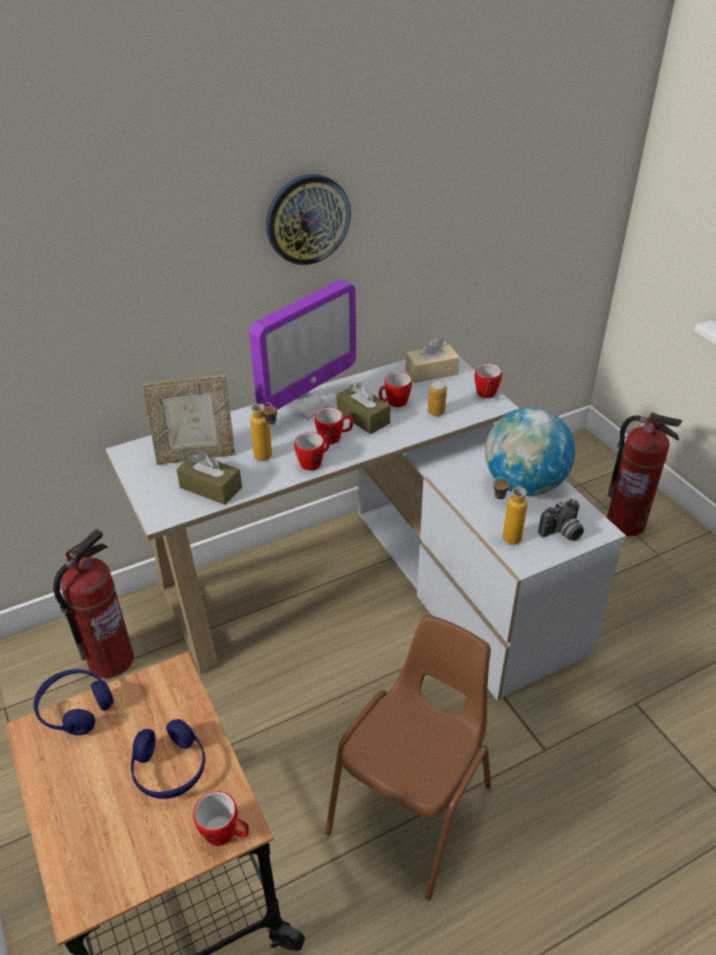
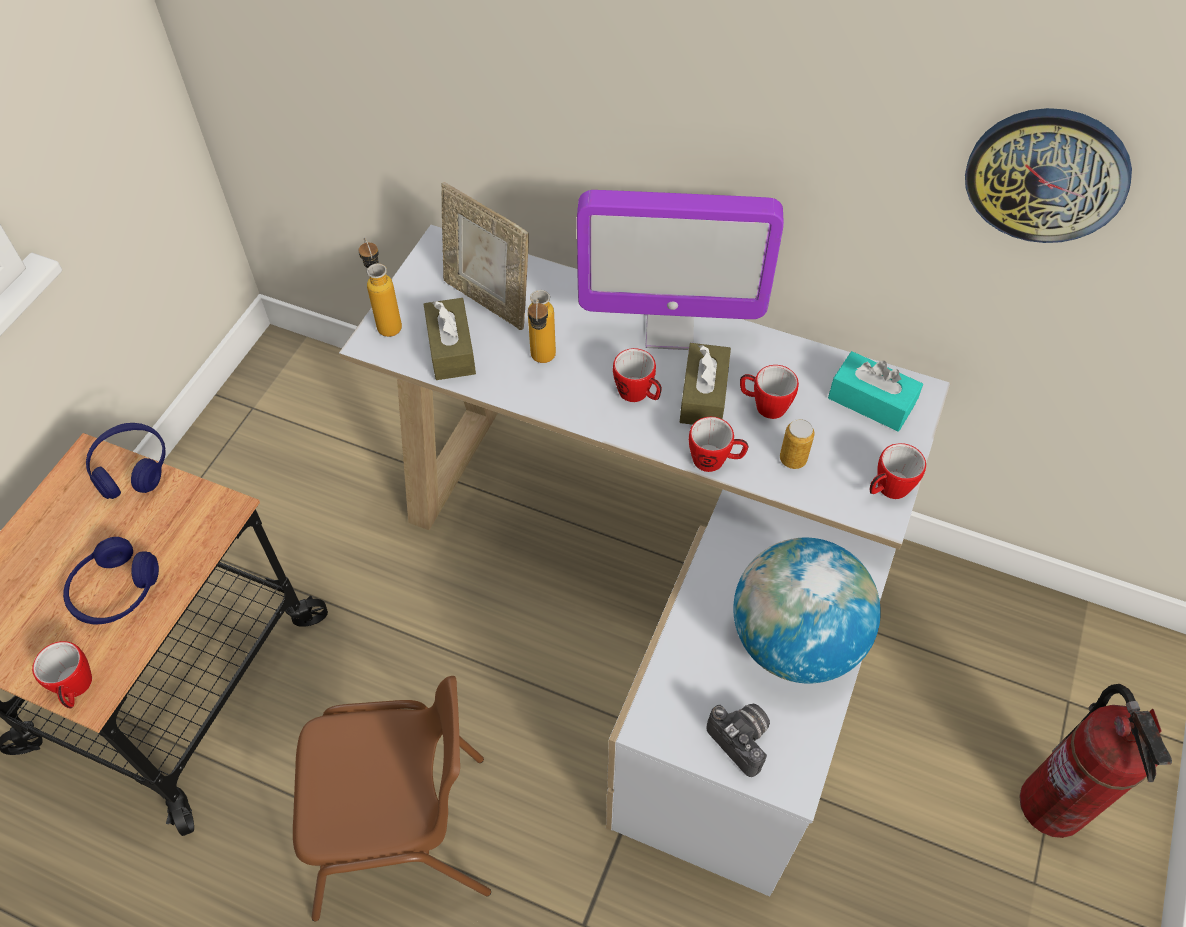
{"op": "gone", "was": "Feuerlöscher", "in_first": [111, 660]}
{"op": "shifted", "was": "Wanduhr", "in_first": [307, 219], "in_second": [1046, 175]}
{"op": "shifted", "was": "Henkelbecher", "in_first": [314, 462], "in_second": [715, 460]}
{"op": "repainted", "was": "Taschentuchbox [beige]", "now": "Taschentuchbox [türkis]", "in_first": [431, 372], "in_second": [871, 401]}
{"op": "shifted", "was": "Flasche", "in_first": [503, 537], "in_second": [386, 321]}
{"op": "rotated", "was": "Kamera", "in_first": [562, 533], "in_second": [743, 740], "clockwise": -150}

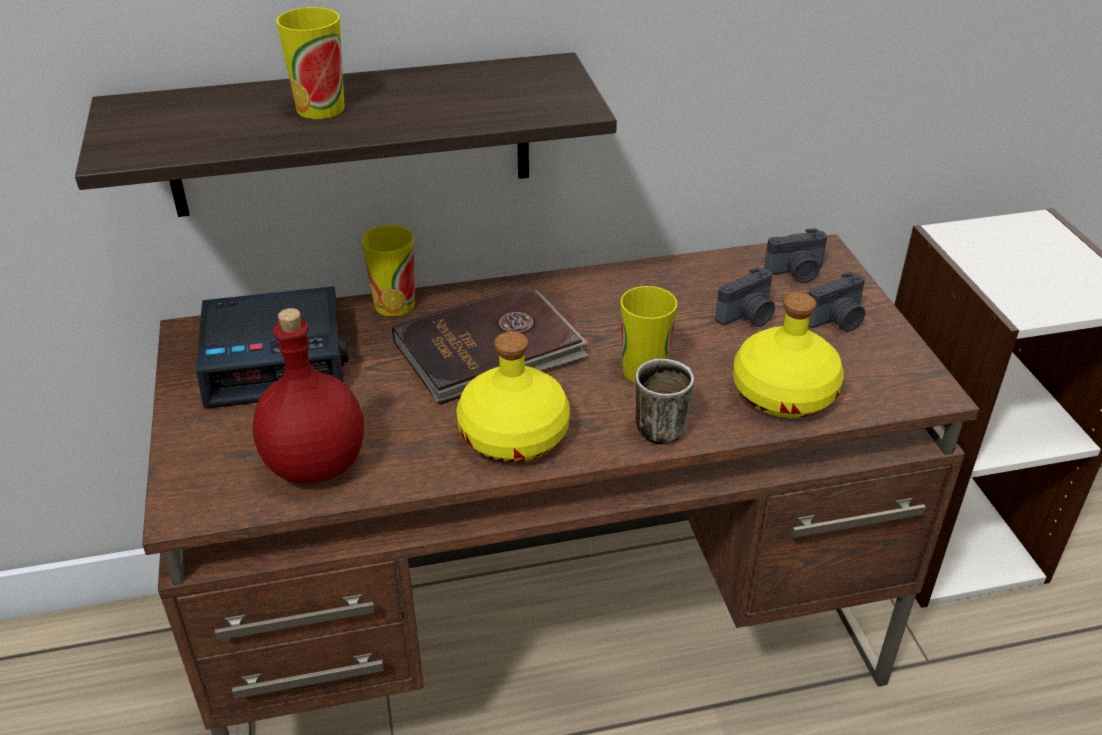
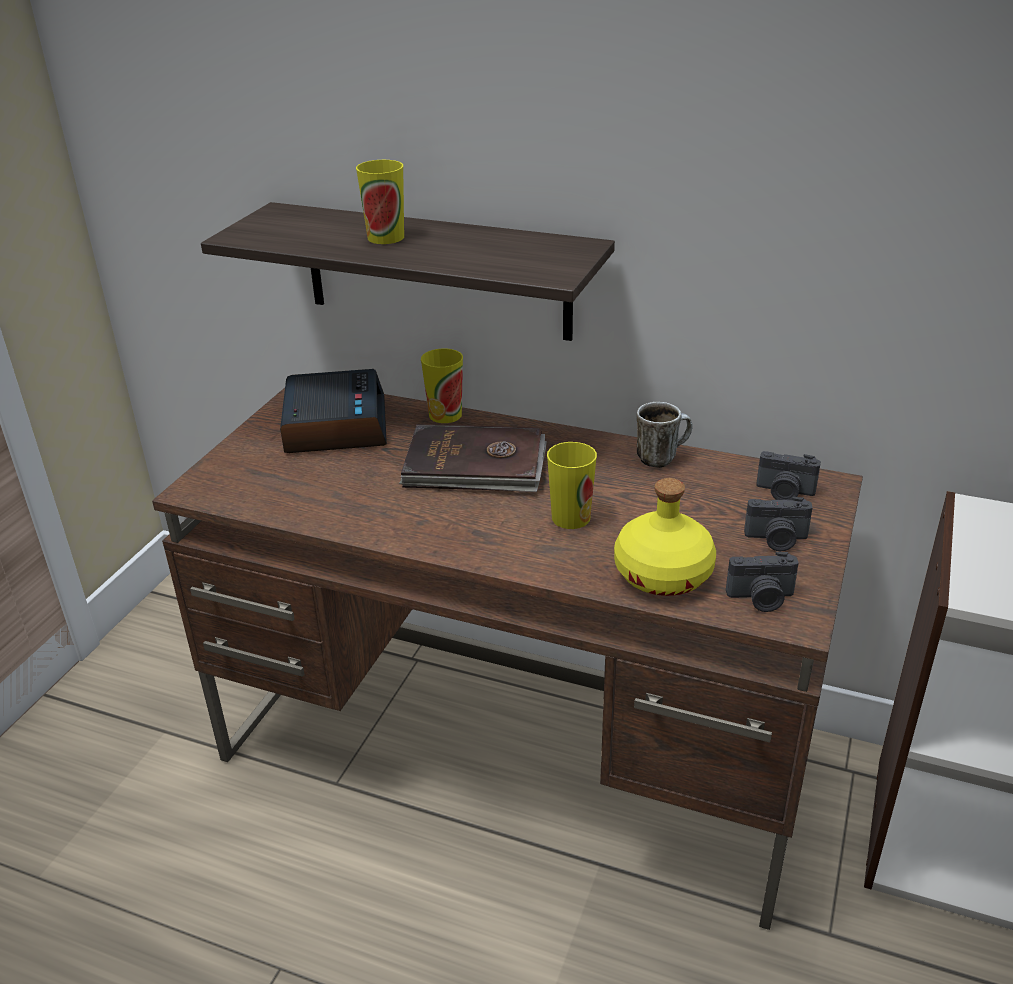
{"op": "rotated", "was": "Wecker", "in_first": [277, 360], "in_second": [334, 424], "clockwise": -120}
{"op": "gone", "was": "Flasche [rot]", "in_first": [317, 464]}
{"op": "gone", "was": "Flasche [gelb]", "in_first": [514, 436]}
{"op": "shifted", "was": "Henkelbecher", "in_first": [663, 425], "in_second": [661, 457]}
{"op": "shifted", "was": "Kamera", "in_first": [748, 317], "in_second": [761, 599]}

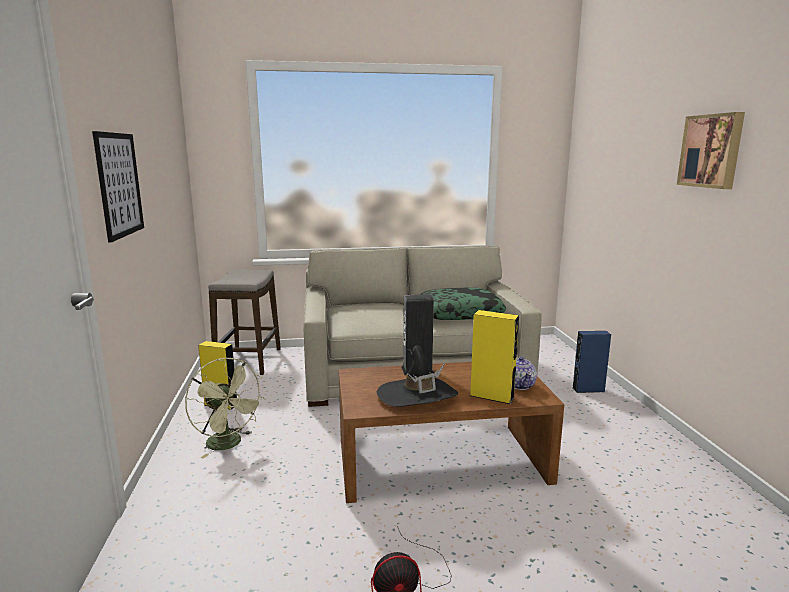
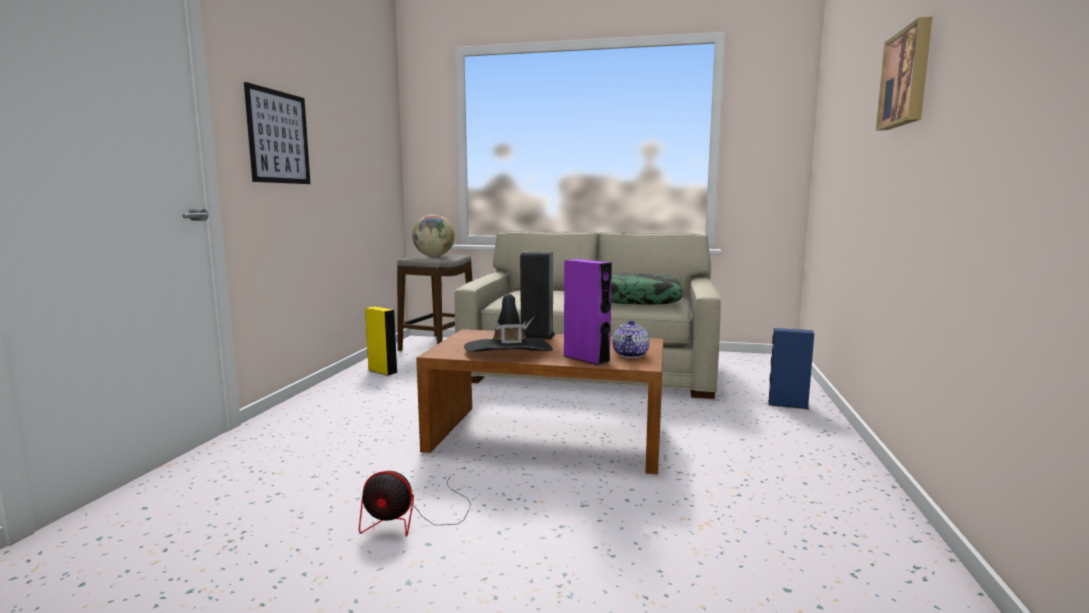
{"op": "gone", "was": "Ventilator [grün]", "in_first": [229, 444]}
{"op": "repainted", "was": "Lautsprecher [gelb]", "now": "Lautsprecher [lila]", "in_first": [491, 396], "in_second": [586, 358]}
{"op": "new", "now": "Globus", "in_second": [433, 256]}

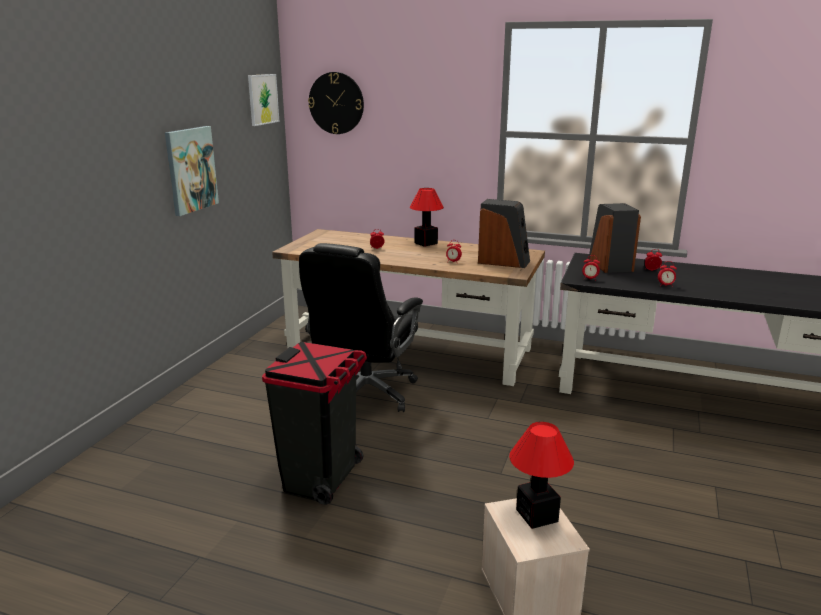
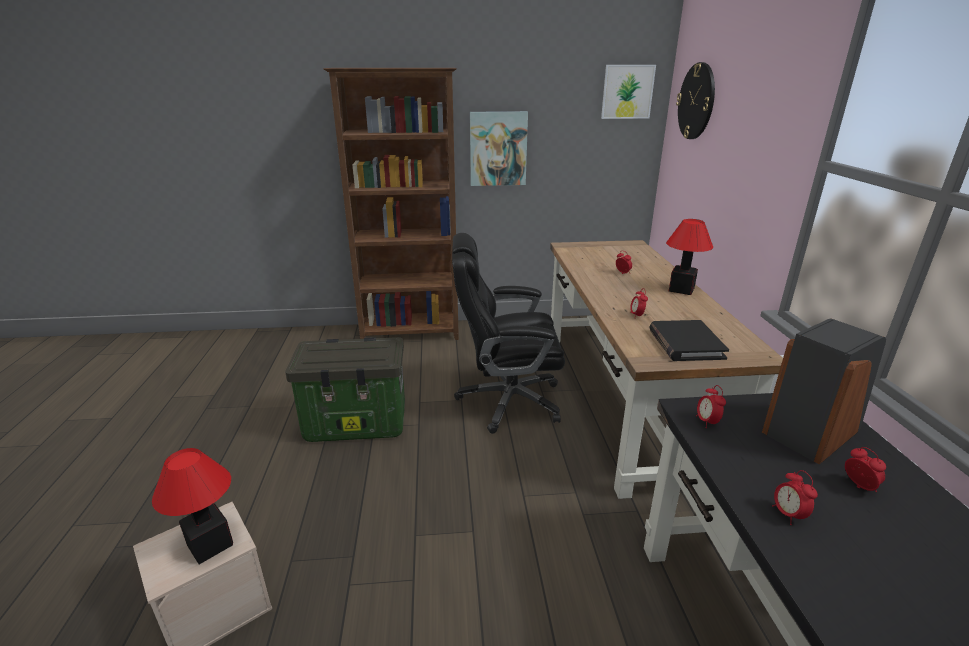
{"op": "swapped", "was": "Mülleimer [schwarz]", "now": "Aufbewahrungsbox", "in_first": [321, 478], "in_second": [358, 423]}
{"op": "swapped", "was": "Lautsprecher", "now": "Buch [schwarz]", "in_first": [503, 262], "in_second": [685, 344]}
{"op": "new", "now": "Bücherregal [braun]", "in_second": [411, 333]}

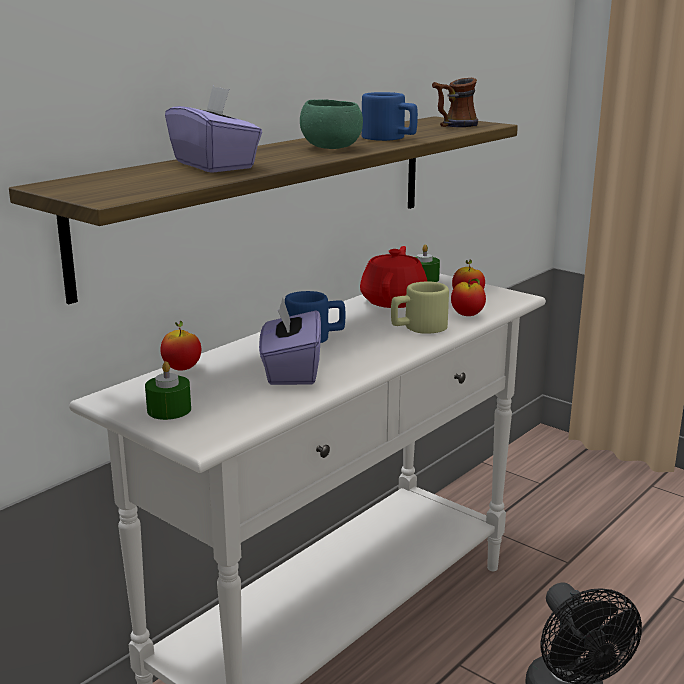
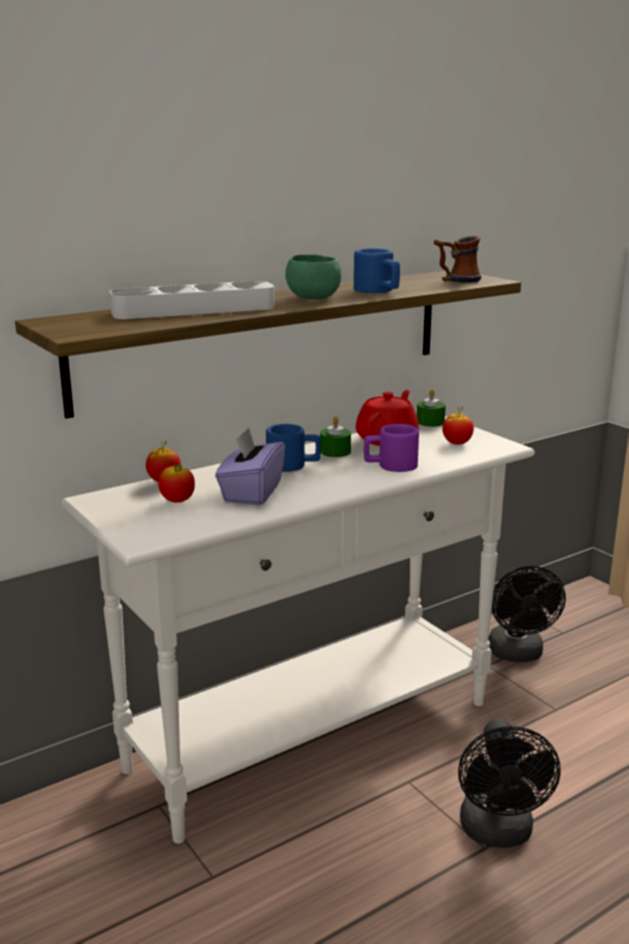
{"op": "shifted", "was": "Kerze [grün]", "in_first": [169, 410], "in_second": [335, 451]}
{"op": "swapped", "was": "Taschentuchbox [lila]", "now": "Tablett [grau]", "in_first": [215, 165], "in_second": [193, 310]}
{"op": "repainted", "was": "Henkelbecher [beige]", "now": "Henkelbecher [lila]", "in_first": [418, 328], "in_second": [390, 466]}
{"op": "shifted", "was": "Apfel", "in_first": [467, 315], "in_second": [177, 501]}
{"op": "new", "now": "Ventilator [schwarz]", "in_second": [518, 654]}

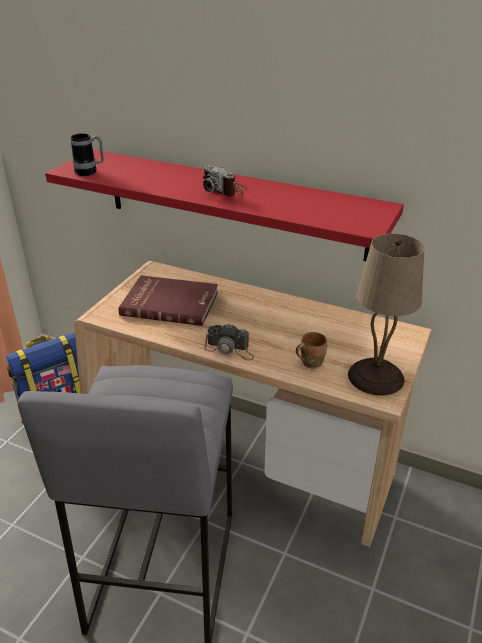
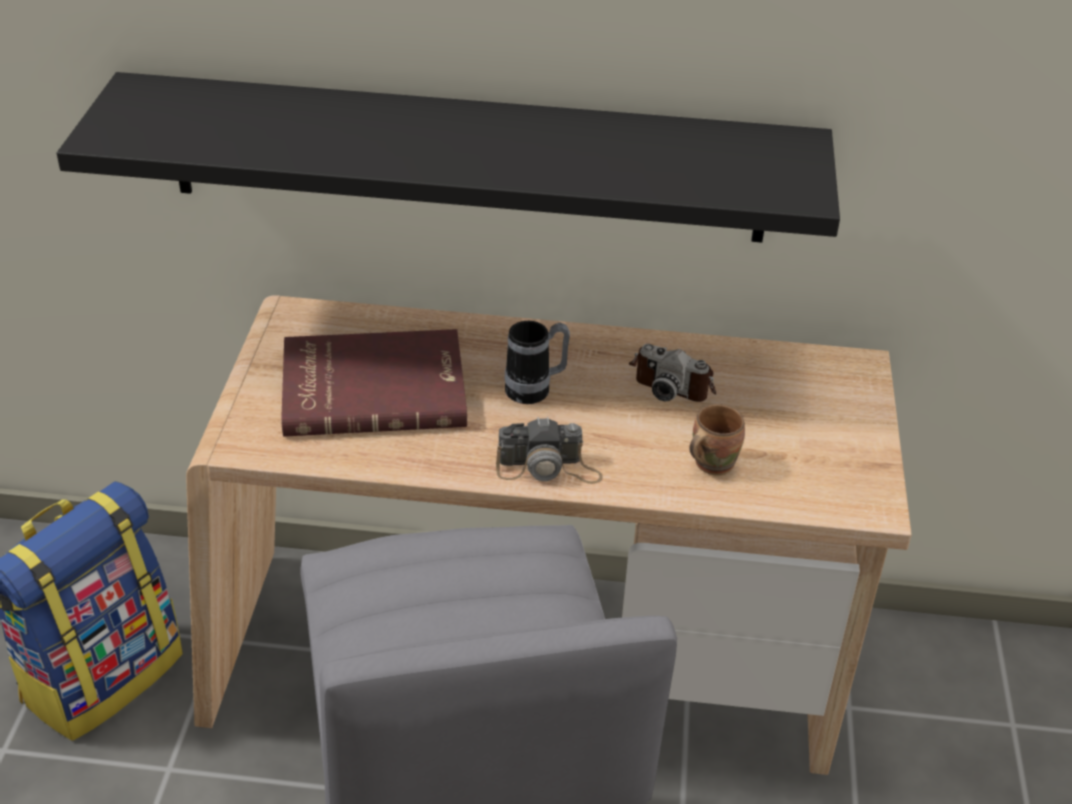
{"op": "repainted", "was": "Wandregal [rot]", "now": "Wandregal [schwarz]", "in_first": [233, 203], "in_second": [467, 158]}
{"op": "shifted", "was": "Henkelbecher", "in_first": [90, 172], "in_second": [536, 390]}
{"op": "shifted", "was": "Kamera", "in_first": [224, 189], "in_second": [674, 381]}
{"op": "gone", "was": "Tischlampe [beige]", "in_first": [374, 376]}

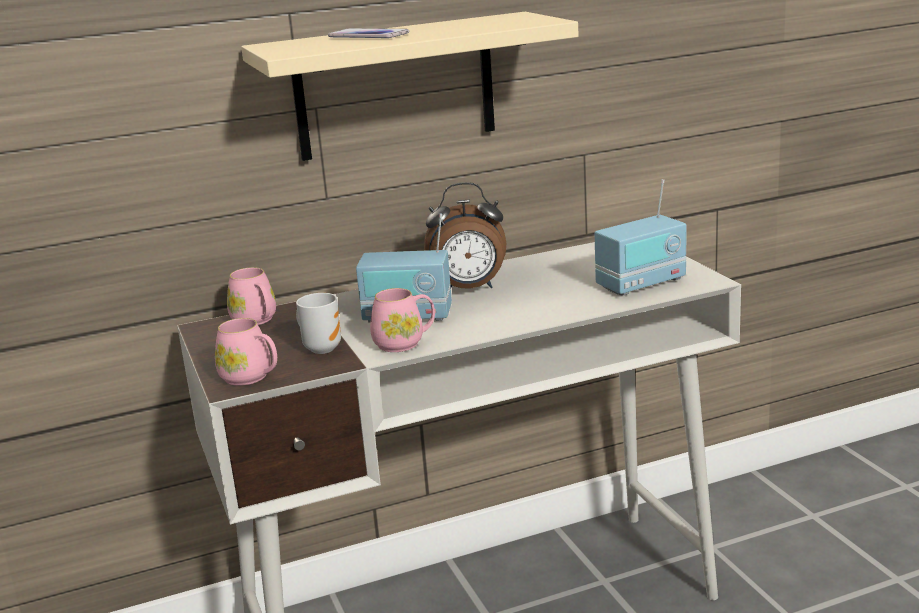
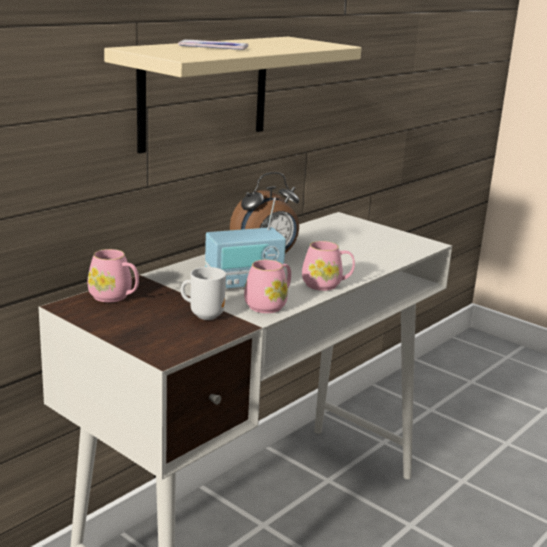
{"op": "shifted", "was": "Henkelbecher [rosa]", "in_first": [251, 378], "in_second": [326, 285]}
{"op": "gone", "was": "Radio", "in_first": [641, 284]}

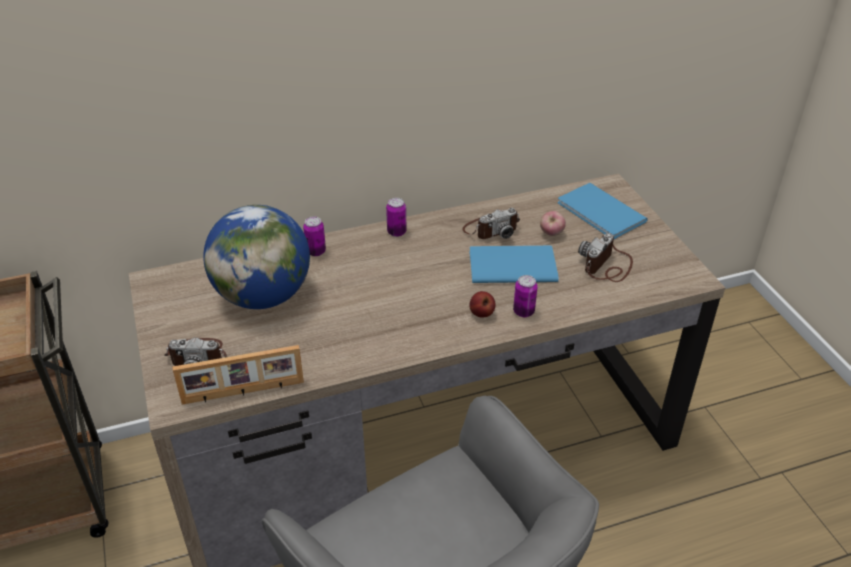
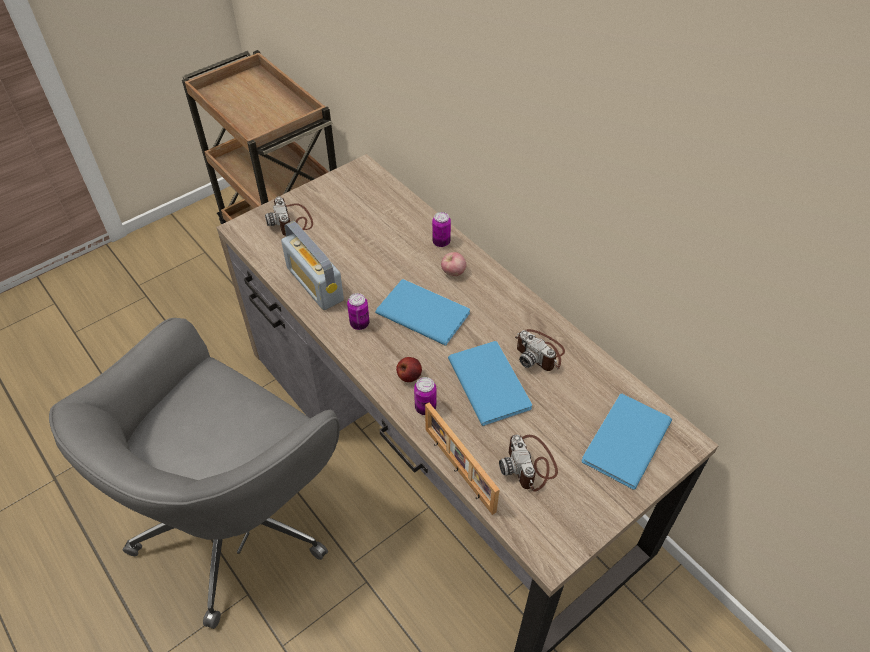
{"op": "shifted", "was": "Bilderrahmen", "in_first": [243, 393], "in_second": [458, 470]}
{"op": "gone", "was": "Globus", "in_first": [263, 296]}
{"op": "shifted", "was": "Dose", "in_first": [396, 232], "in_second": [359, 324]}
{"op": "shifted", "was": "Apfel", "in_first": [551, 234], "in_second": [453, 272]}
{"op": "rotated", "was": "Kamera", "in_first": [607, 266], "in_second": [530, 464], "clockwise": -120}
{"op": "new", "now": "Radio", "in_second": [315, 284]}
{"op": "new", "now": "Buch [blau]", "in_second": [422, 311]}

